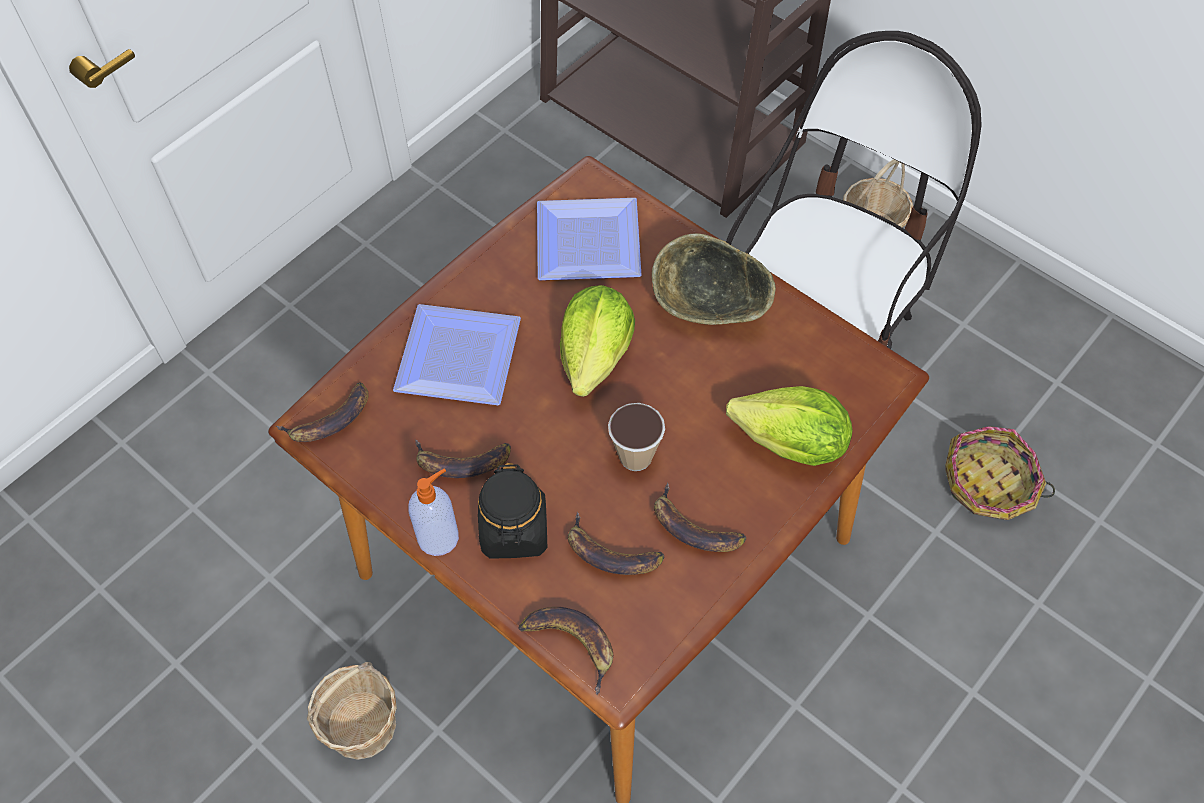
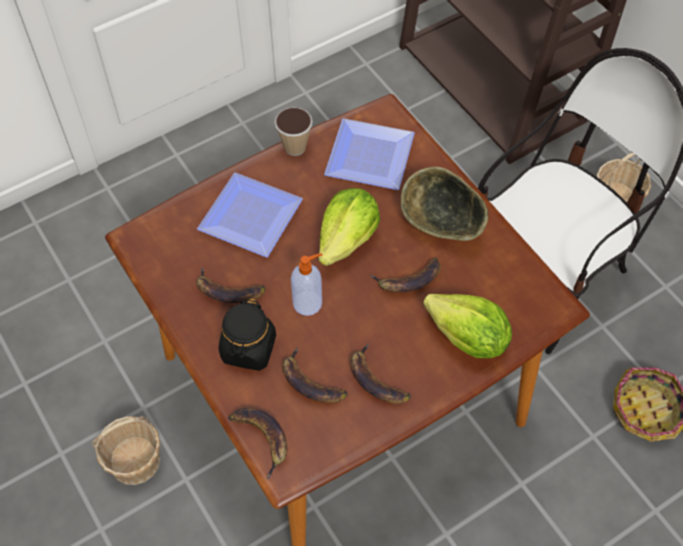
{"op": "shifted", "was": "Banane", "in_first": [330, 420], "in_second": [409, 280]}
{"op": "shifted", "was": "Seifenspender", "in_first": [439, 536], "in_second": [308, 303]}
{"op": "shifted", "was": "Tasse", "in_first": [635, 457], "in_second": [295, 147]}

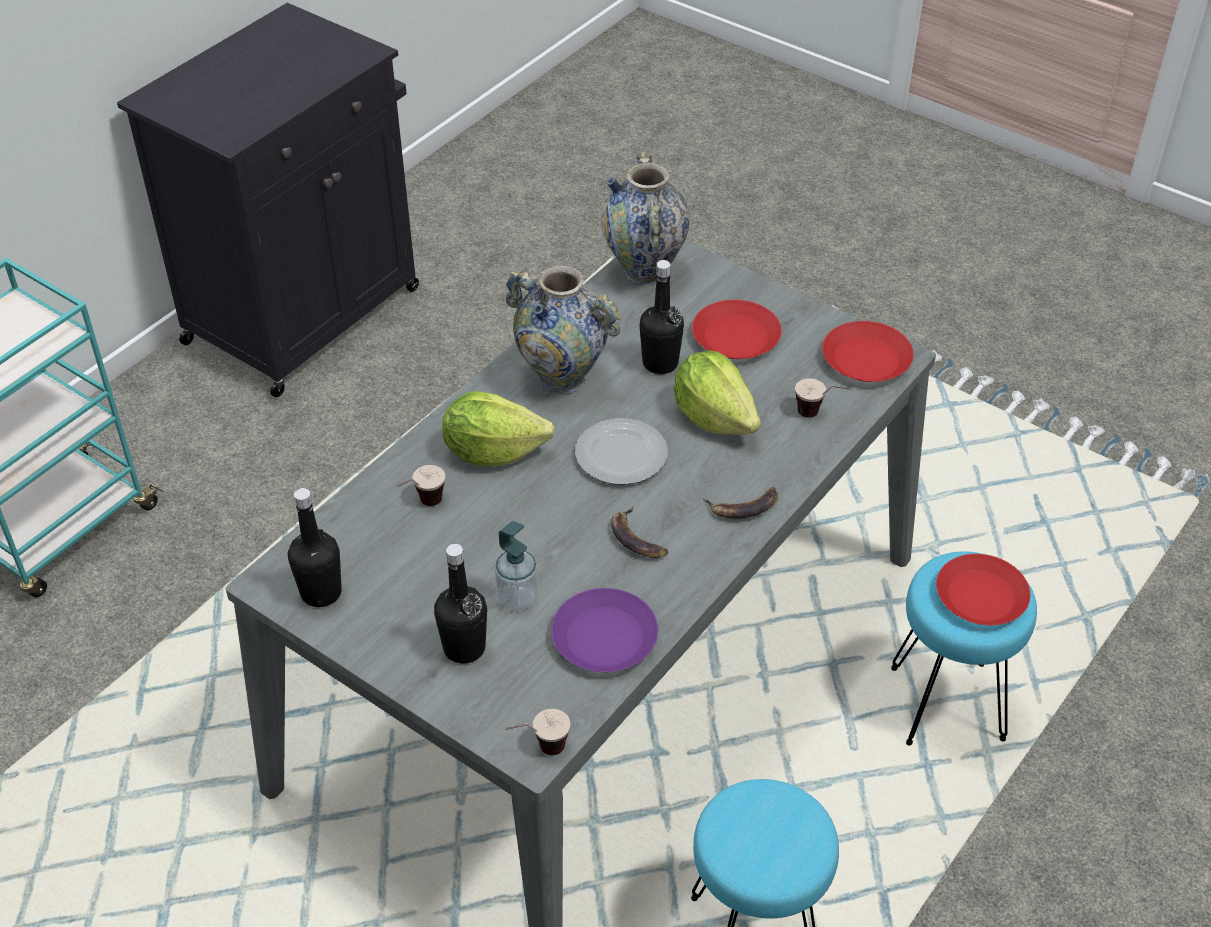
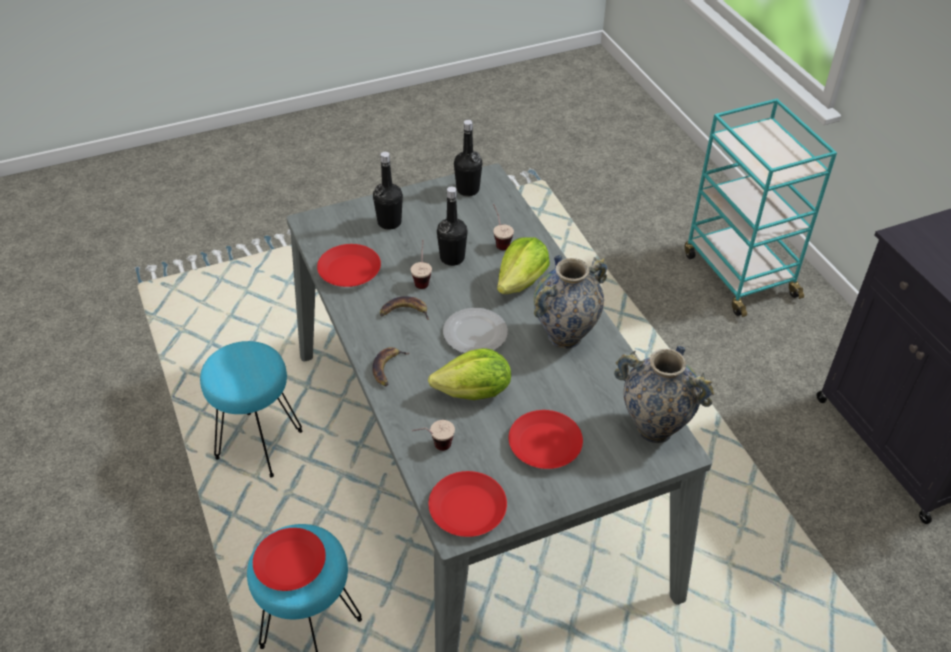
{"op": "gone", "was": "Seifenspender", "in_first": [517, 598]}
{"op": "shifted", "was": "Tasse", "in_first": [538, 751], "in_second": [422, 278]}
{"op": "repainted", "was": "Teller [lila]", "now": "Teller [rot]", "in_first": [604, 637], "in_second": [350, 271]}
{"op": "shifted", "was": "Flasche [schwarz]", "in_first": [660, 363], "in_second": [452, 258]}

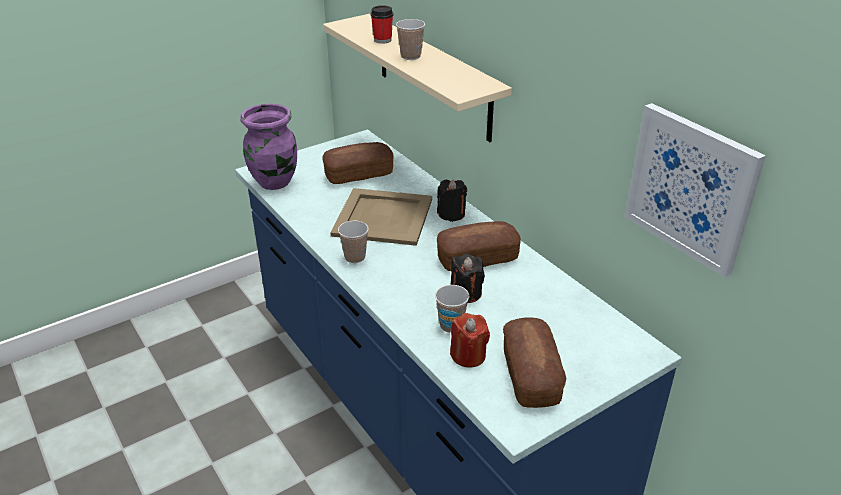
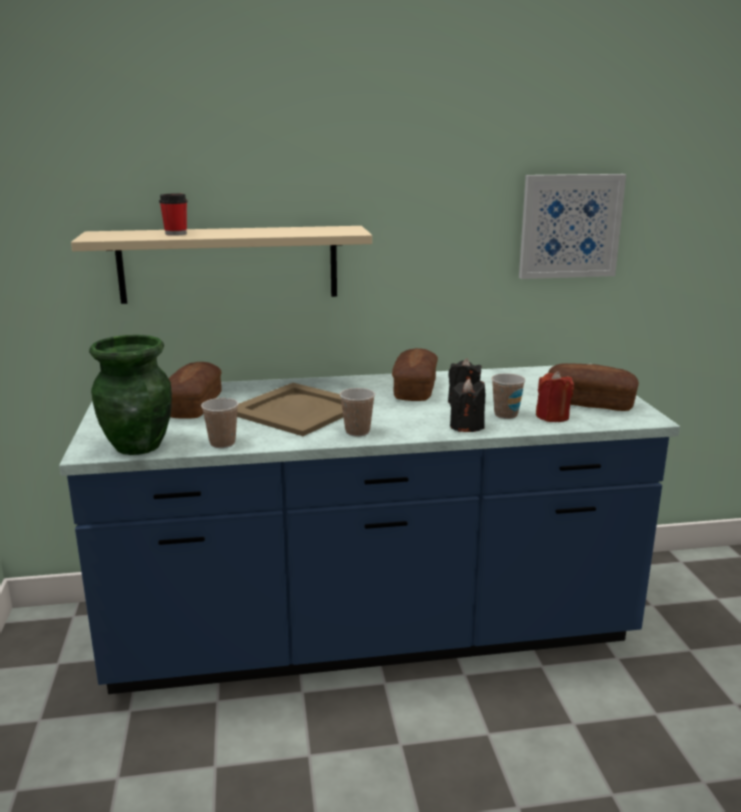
{"op": "repainted", "was": "Vase [lila]", "now": "Vase [grün]", "in_first": [275, 182], "in_second": [139, 446]}
{"op": "shifted", "was": "Tasse", "in_first": [411, 56], "in_second": [222, 443]}
{"op": "shifted", "was": "Kerze [schwarz]", "in_first": [451, 214], "in_second": [466, 426]}

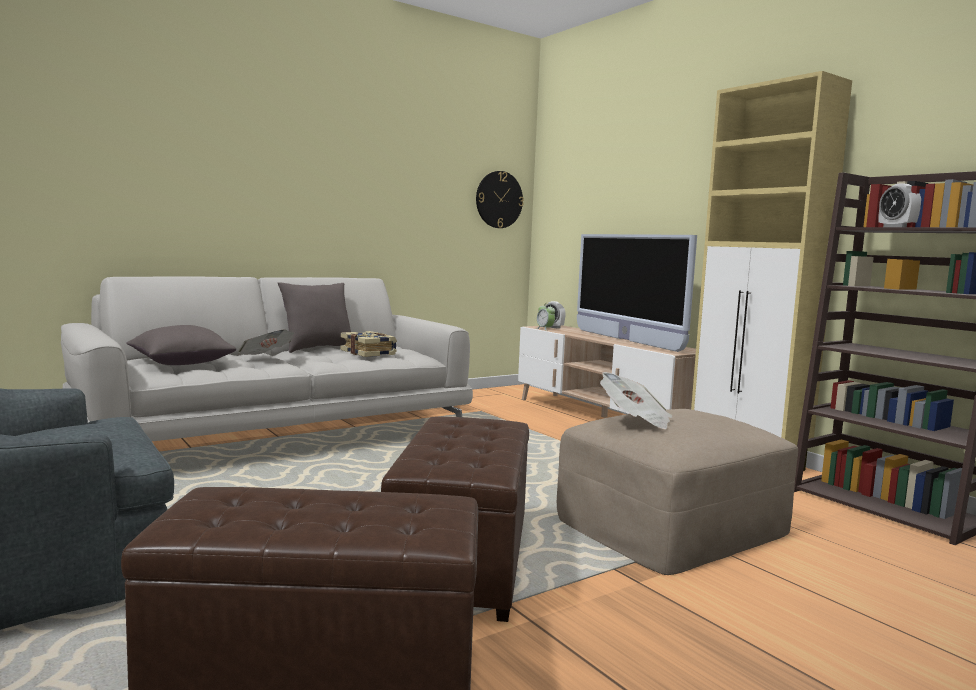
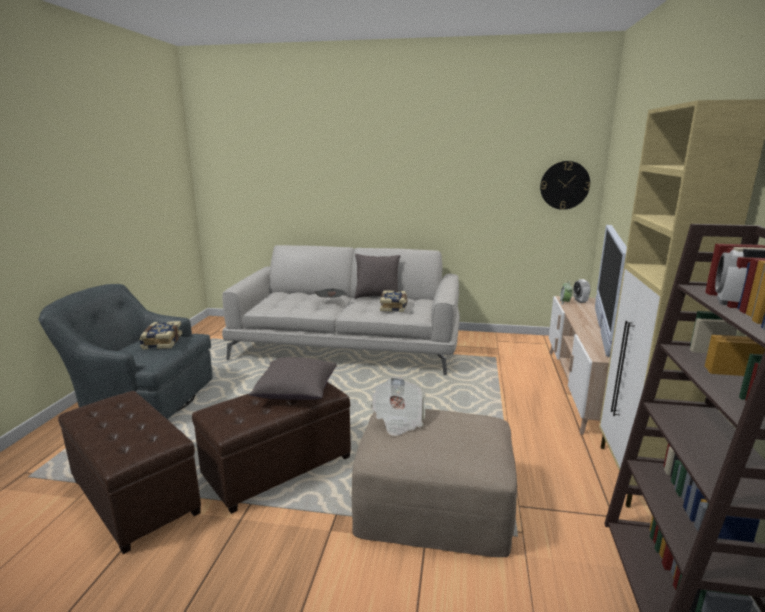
{"op": "shifted", "was": "Kissen [grau]", "in_first": [181, 363], "in_second": [295, 392]}
{"op": "new", "now": "Buch", "in_second": [161, 342]}

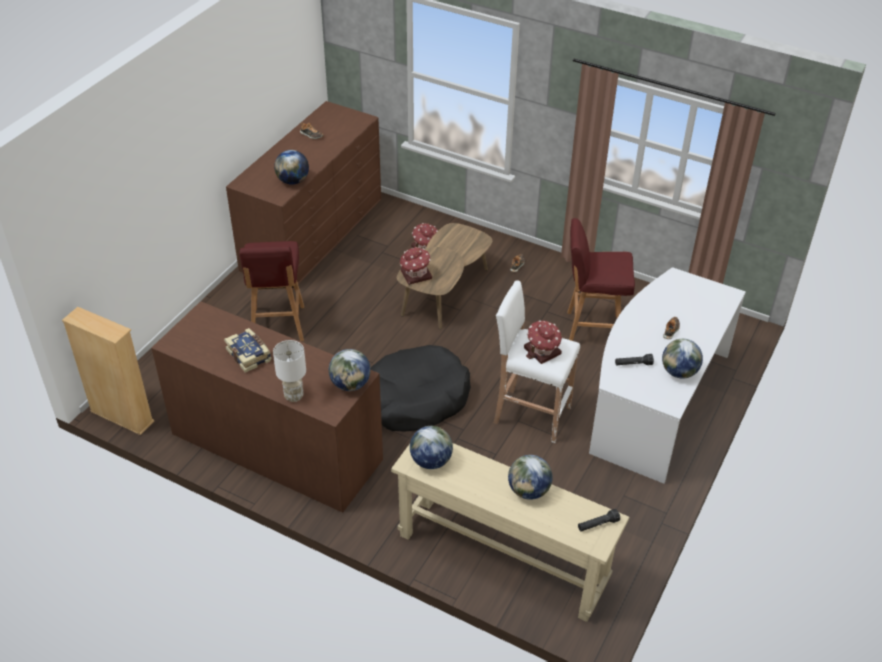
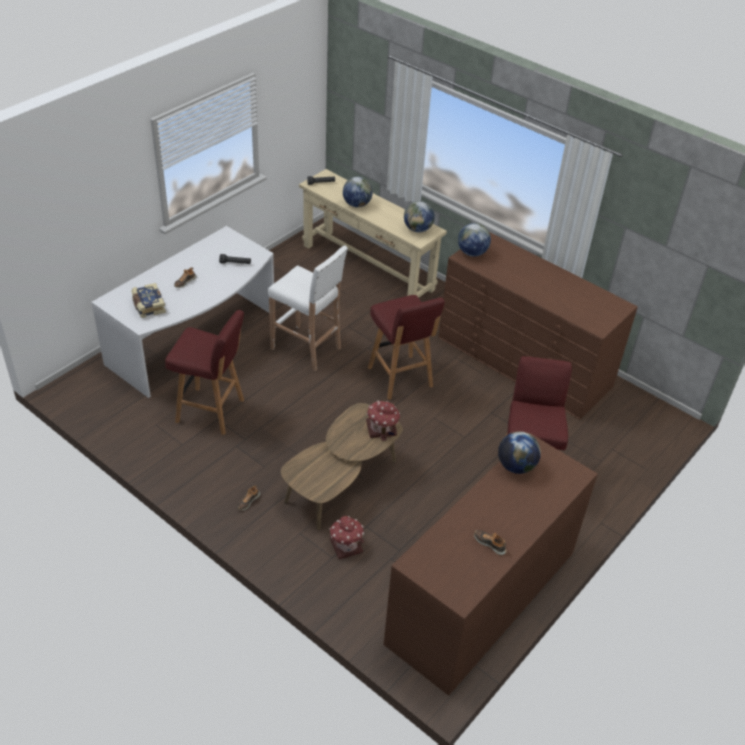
{"op": "gone", "was": "Bücherregal [beige]", "in_first": [122, 416]}
{"op": "shifted", "was": "Buch", "in_first": [249, 355], "in_second": [148, 306]}
{"op": "gone", "was": "Tischlampe [weiß]", "in_first": [293, 396]}
{"op": "swapped", "was": "Hundebett [schwarz]", "now": "Hocker [rot]", "in_first": [416, 399], "in_second": [400, 378]}
{"op": "gone", "was": "Spielzeughaus", "in_first": [542, 352]}
{"op": "gone", "was": "Globus", "in_first": [679, 372]}

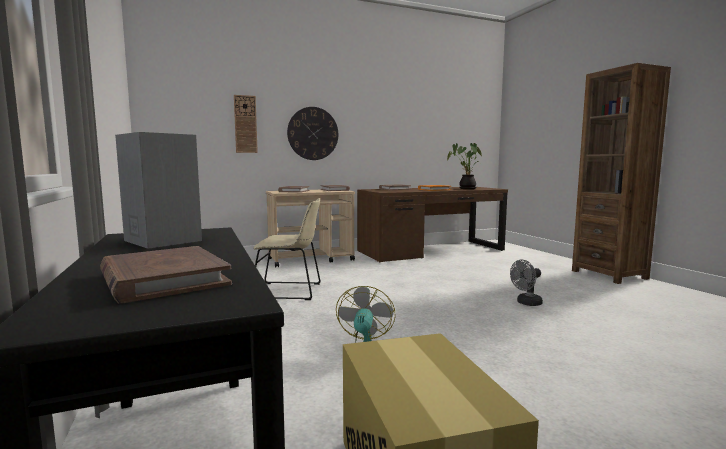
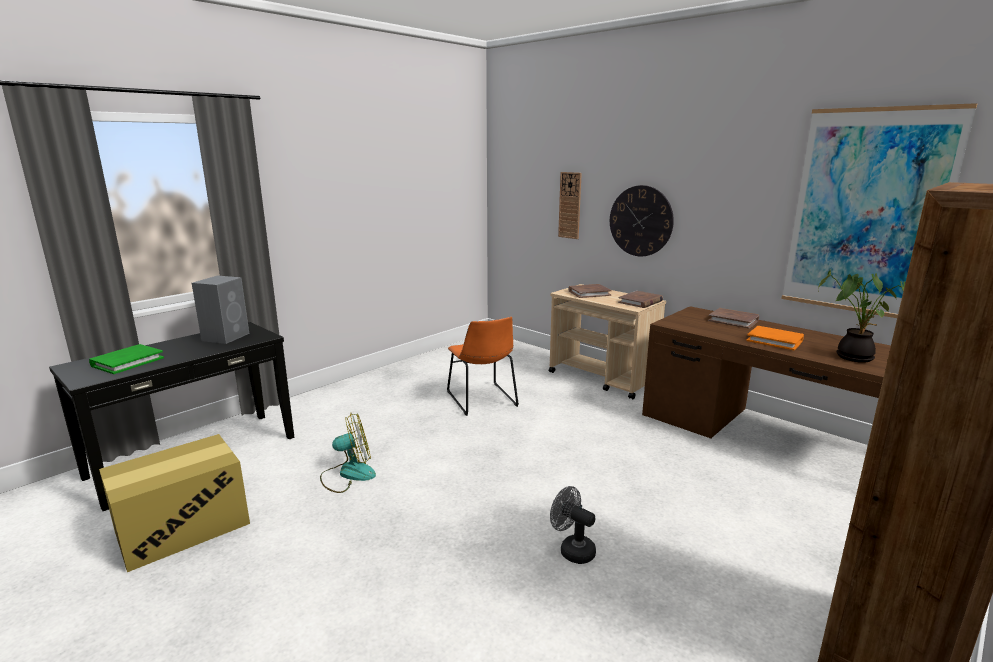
{"op": "repainted", "was": "Buch [braun]", "now": "Buch [grün]", "in_first": [163, 279], "in_second": [127, 362]}
{"op": "repainted", "was": "Stuhl [beige]", "now": "Stuhl [orange]", "in_first": [290, 291], "in_second": [482, 400]}
{"op": "new", "now": "Bild", "in_second": [867, 213]}

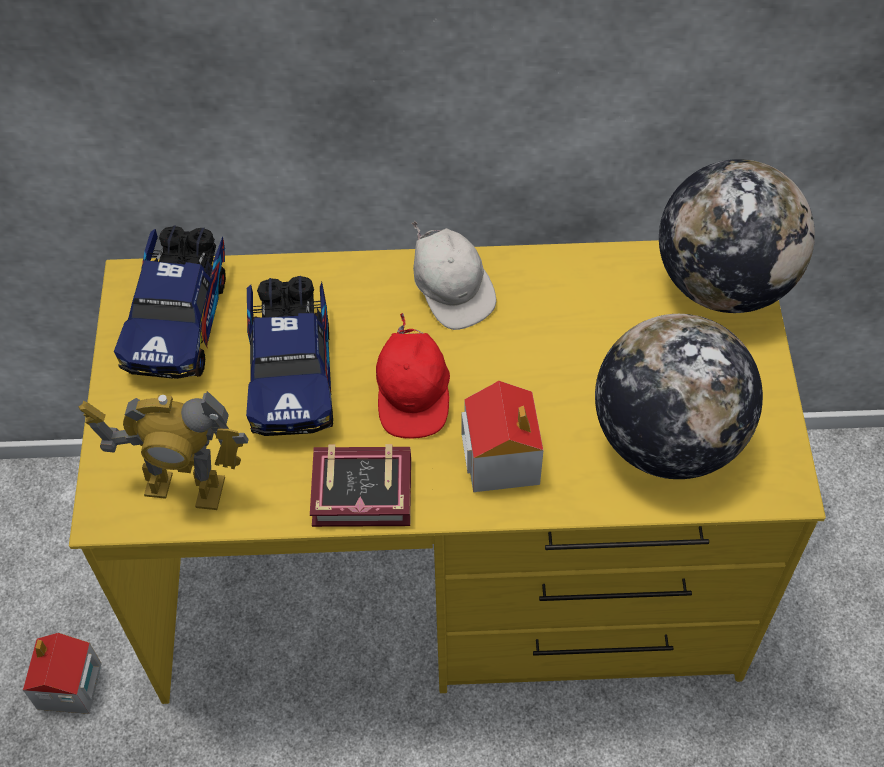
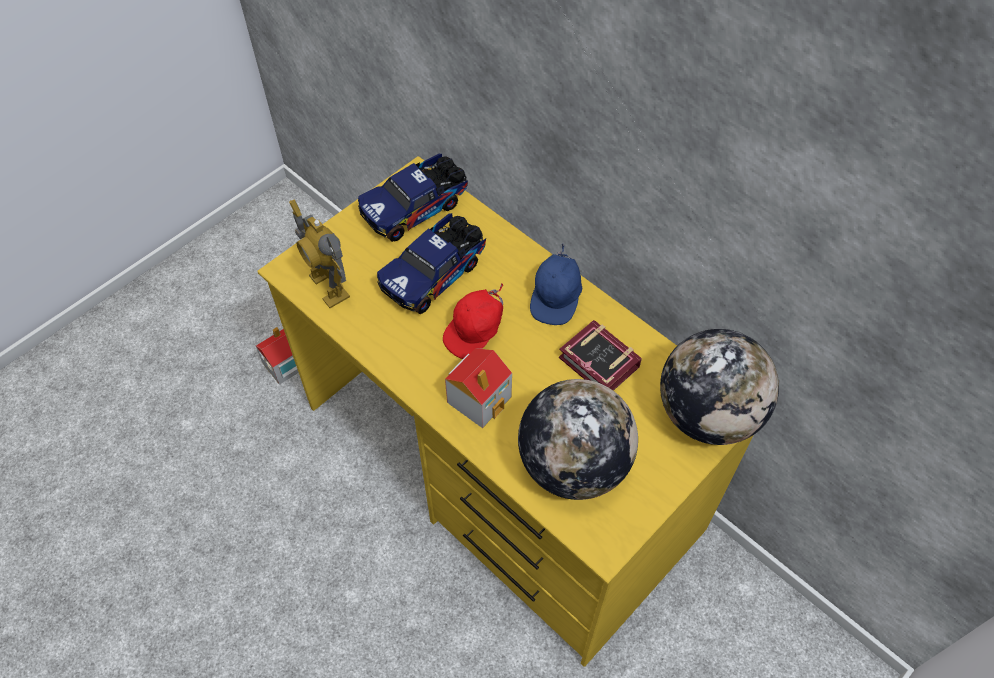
{"op": "shifted", "was": "Buch", "in_first": [367, 495], "in_second": [600, 365]}
{"op": "repainted", "was": "Kappe [weiß]", "now": "Kappe [blau]", "in_first": [452, 291], "in_second": [556, 298]}

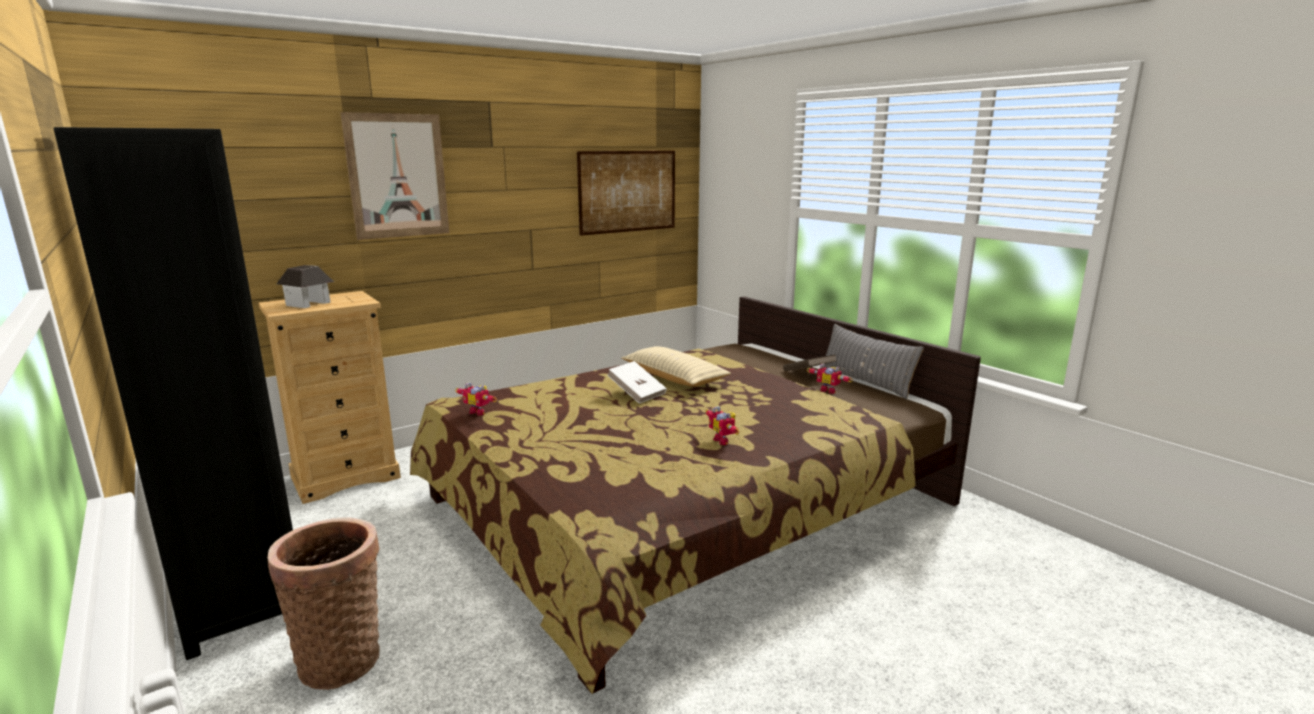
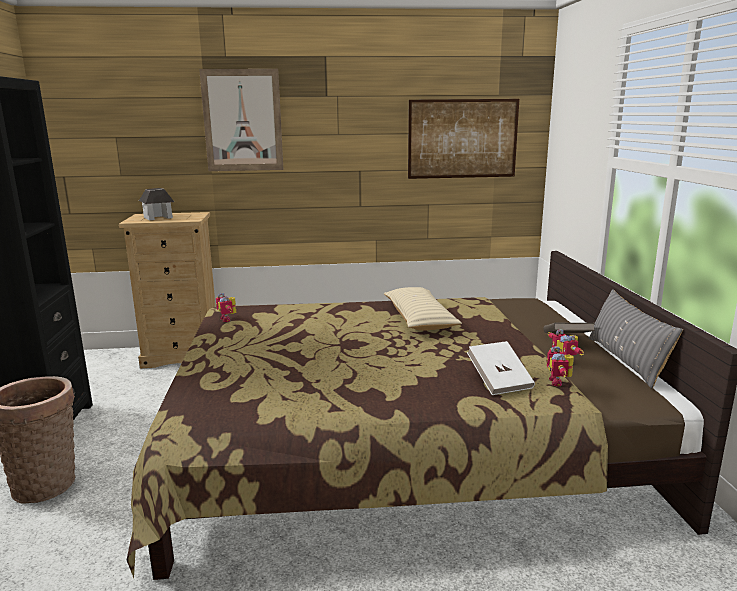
{"op": "shifted", "was": "Buch [weiß]", "in_first": [637, 394], "in_second": [499, 381]}
{"op": "shifted", "was": "Spielzeugroboter", "in_first": [724, 440], "in_second": [559, 382]}

